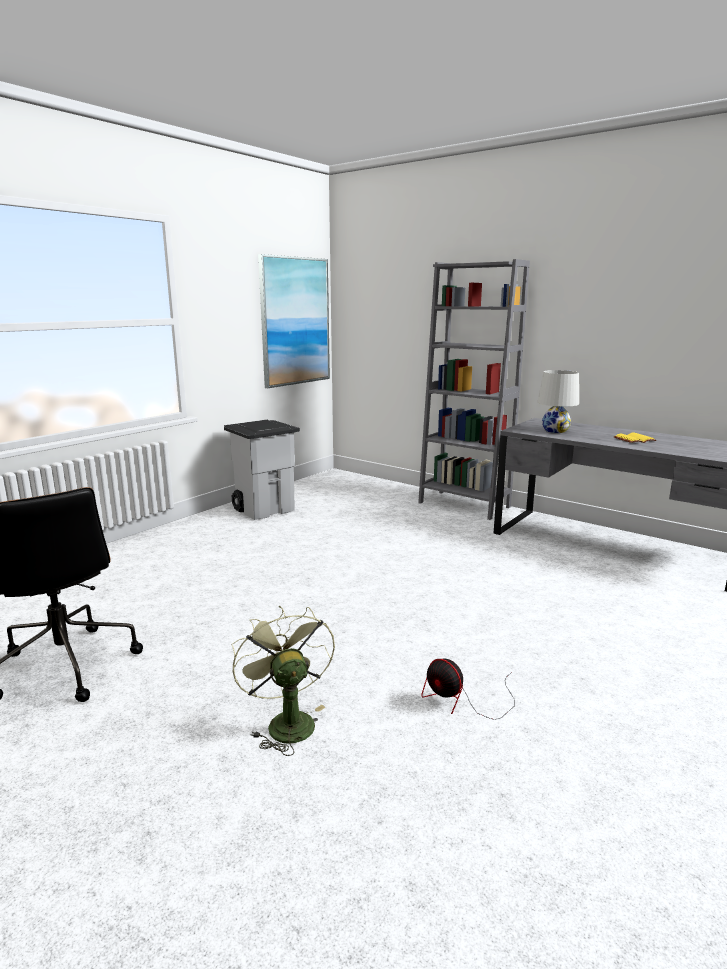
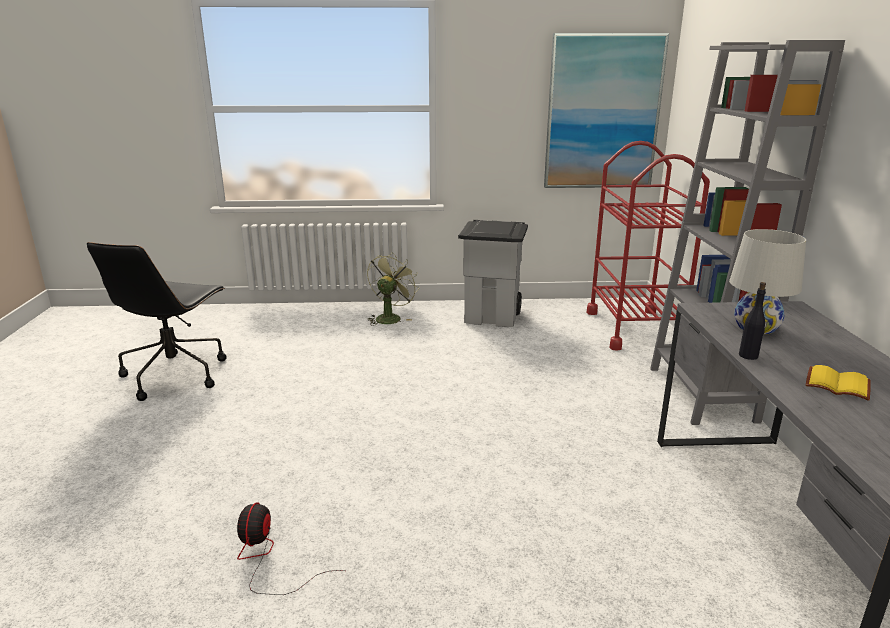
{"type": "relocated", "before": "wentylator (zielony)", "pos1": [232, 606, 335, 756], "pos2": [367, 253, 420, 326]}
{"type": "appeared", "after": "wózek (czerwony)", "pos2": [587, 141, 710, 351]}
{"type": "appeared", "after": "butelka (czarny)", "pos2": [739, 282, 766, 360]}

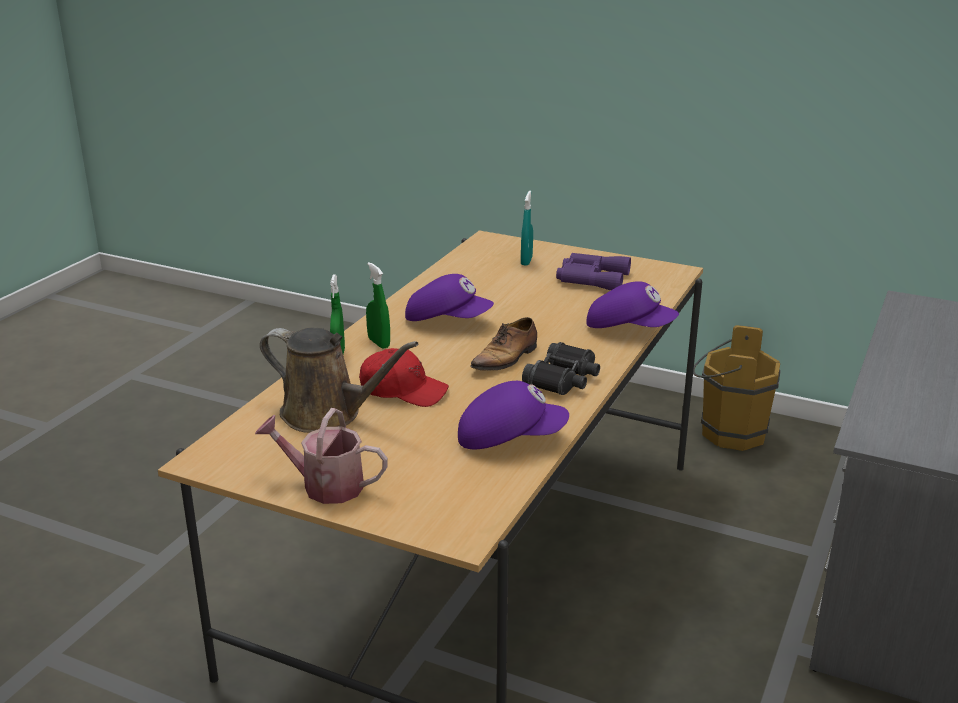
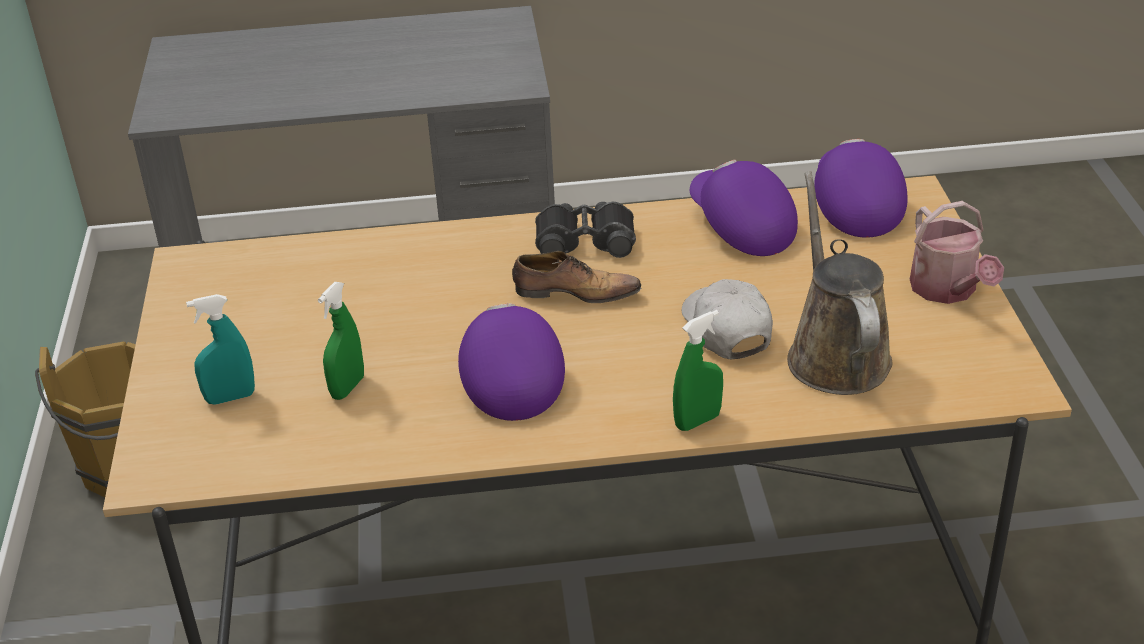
{"type": "colour", "before": "czapka z daszkiem (czerwony)", "after": "czapka z daszkiem (biały)", "pos1": [359, 348, 449, 407], "pos2": [682, 279, 773, 359]}
{"type": "relocated", "before": "spryskiwacz (zielony)", "pos1": [366, 262, 390, 349], "pos2": [318, 282, 364, 400]}
{"type": "missing", "before": "lornetka (fioletowy)", "pos1": [556, 253, 631, 290]}
{"type": "relocated", "before": "czapka z daszkiem (fioletowy)", "pos1": [586, 281, 679, 328], "pos2": [814, 139, 908, 238]}

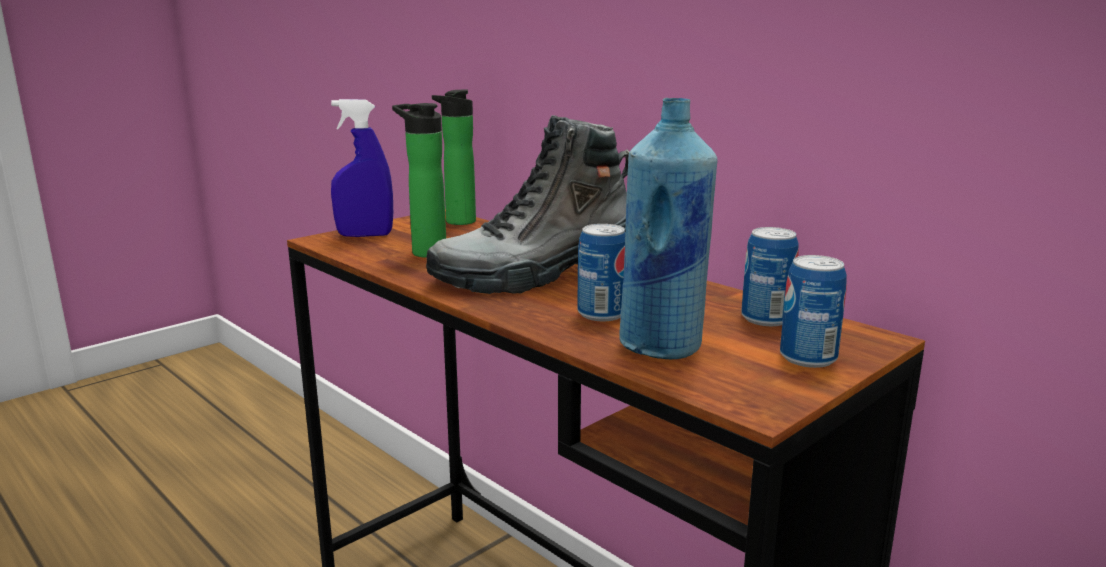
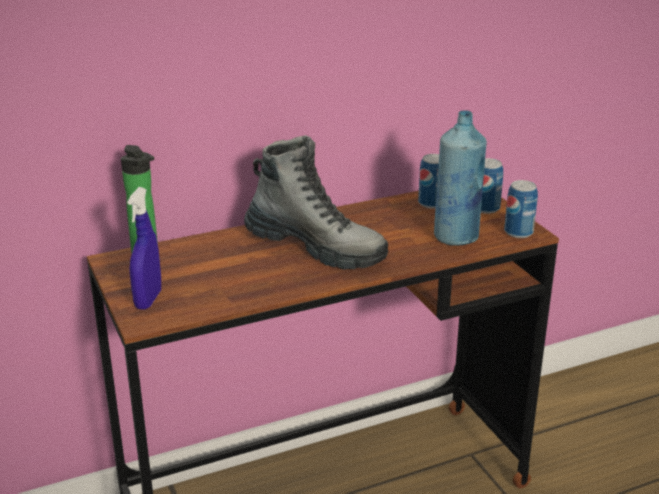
{"type": "missing", "before": "butelka", "pos1": [392, 103, 446, 258]}
{"type": "spun", "before": "but z cholewką", "pos1": [426, 115, 629, 294], "pos2": [244, 135, 389, 270], "turn": -60}
{"type": "relocated", "before": "puszka", "pos1": [577, 224, 625, 321], "pos2": [504, 180, 538, 238]}

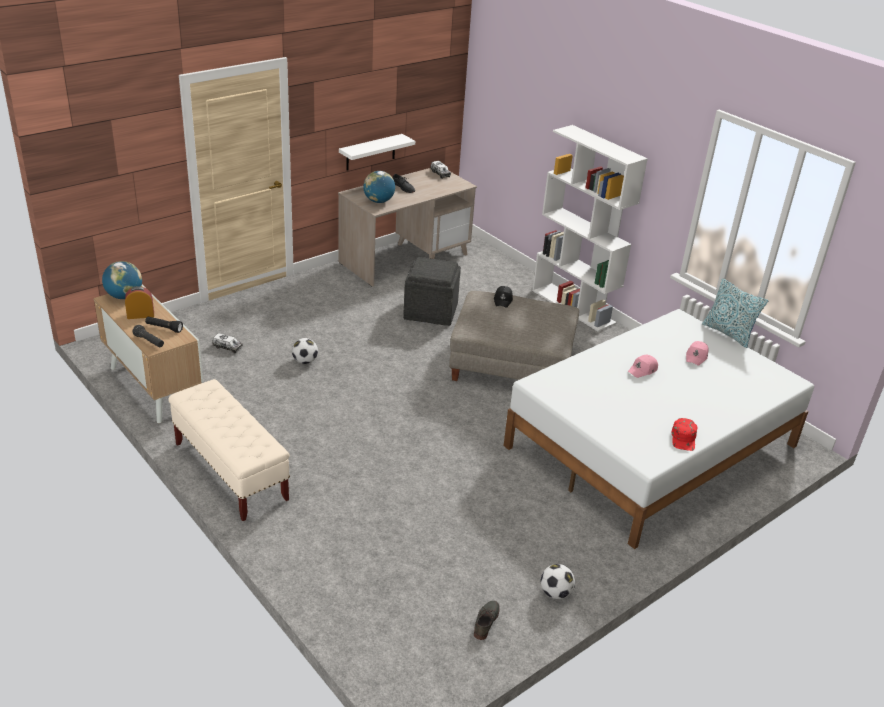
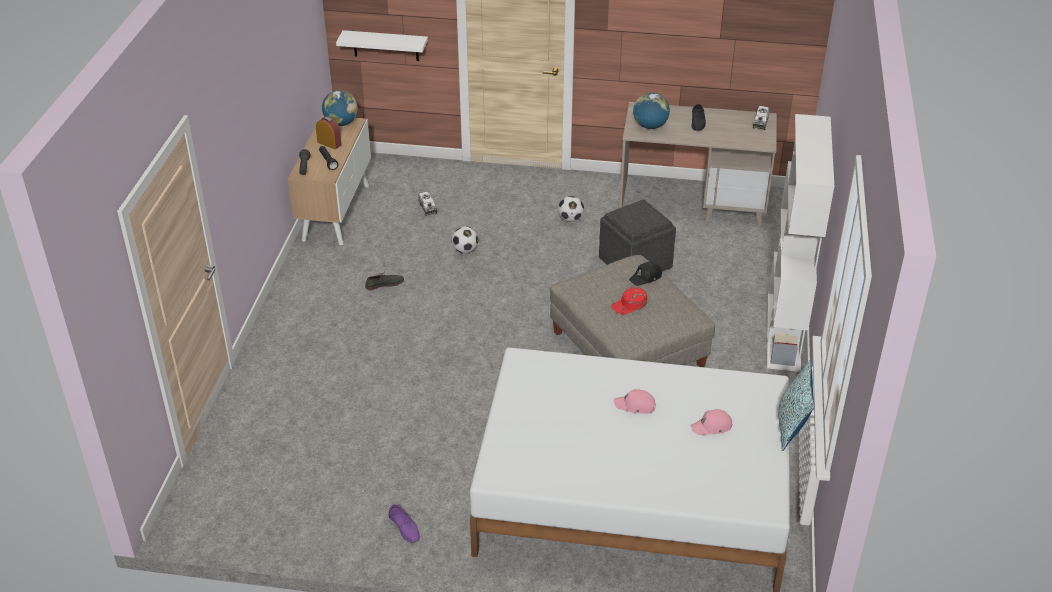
{"type": "missing", "before": "ławka (beżowy)", "pos1": [168, 379, 290, 521]}
{"type": "relocated", "before": "półka (biały)", "pos1": [339, 134, 415, 171], "pos2": [336, 30, 428, 61]}
{"type": "relocated", "before": "but (szary)", "pos1": [474, 601, 500, 640], "pos2": [365, 273, 404, 290]}
{"type": "relocated", "before": "piłka futbolowa", "pos1": [540, 564, 575, 599], "pos2": [558, 196, 584, 222]}
{"type": "relocated", "before": "czapka z daszkiem (czerwony)", "pos1": [672, 418, 697, 451], "pos2": [611, 287, 647, 315]}
{"type": "appeared", "after": "but (fioletowy)", "pos2": [388, 504, 420, 543]}

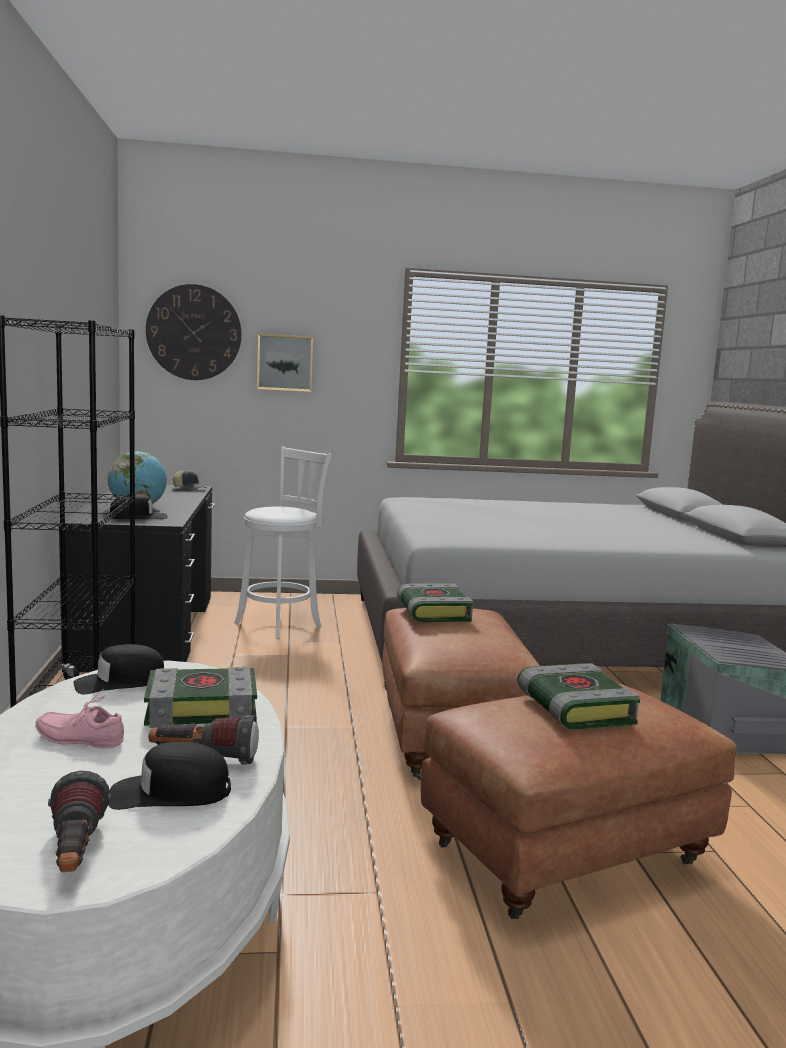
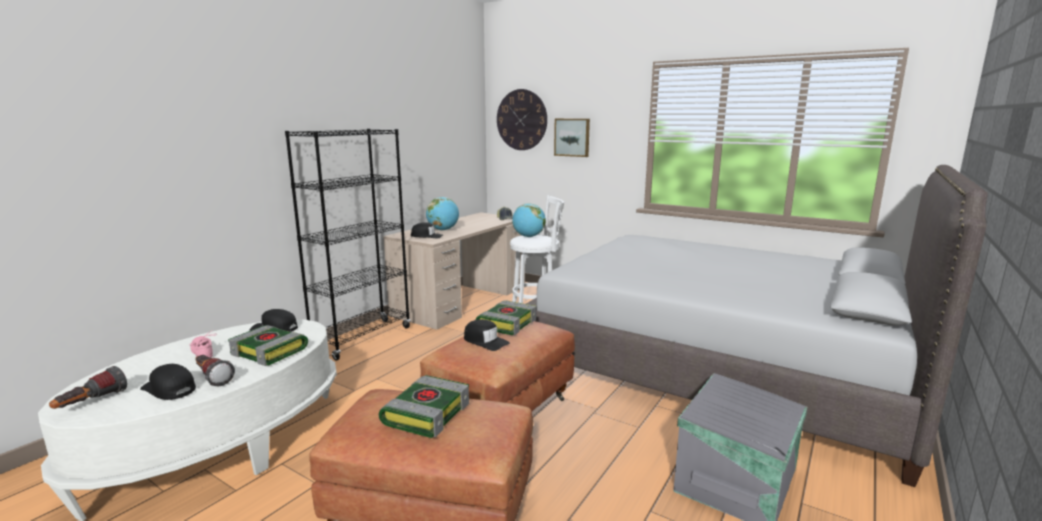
{"type": "colour", "before": "biurko (czarny)", "after": "biurko (beżowy)", "pos1": [59, 485, 215, 672], "pos2": [383, 212, 525, 330]}
{"type": "appeared", "after": "czapka z daszkiem (czarny)", "pos2": [464, 319, 510, 351]}
{"type": "appeared", "after": "globus", "pos2": [512, 203, 546, 237]}

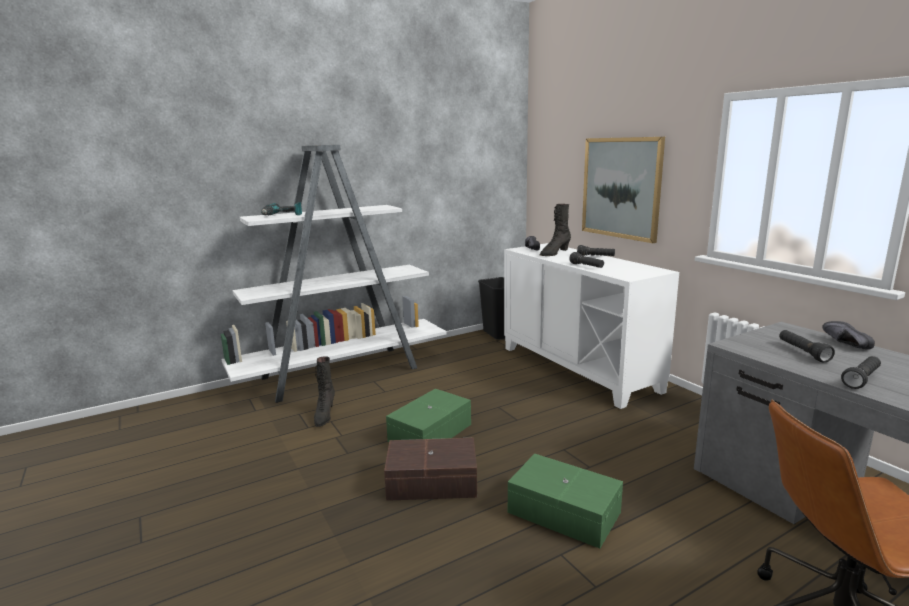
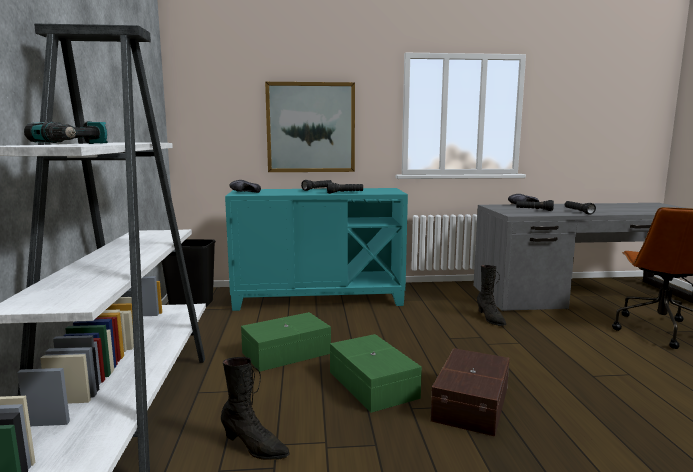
{"type": "colour", "before": "szafka (biały)", "after": "szafka (turkusowy)", "pos1": [504, 243, 679, 409], "pos2": [225, 188, 408, 311]}
{"type": "relocated", "before": "pojemnik do przechowywania (zielony)", "pos1": [508, 453, 623, 549], "pos2": [241, 312, 331, 372]}
{"type": "relocated", "before": "but z cholewką (czarny)", "pos1": [540, 204, 571, 256], "pos2": [477, 265, 506, 326]}

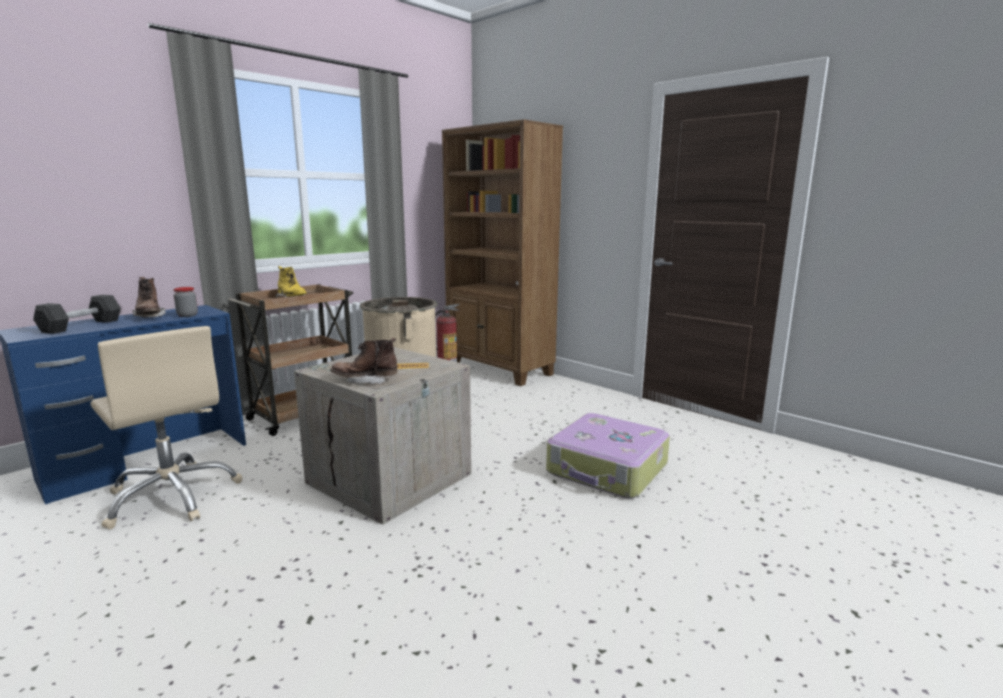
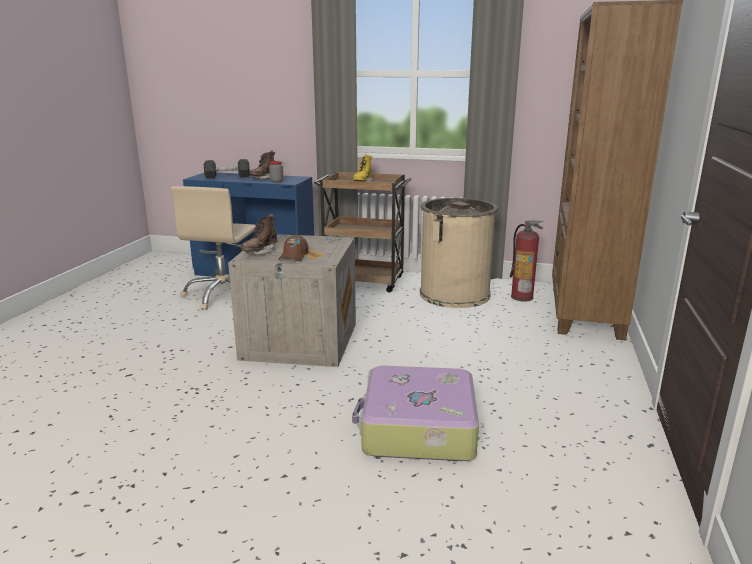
{"type": "spun", "before": "but z cholewką (brązowy)", "pos1": [330, 338, 398, 384], "pos2": [240, 214, 277, 255], "turn": -120}
{"type": "appeared", "after": "czapka z daszkiem (brązowy)", "pos2": [278, 234, 308, 261]}

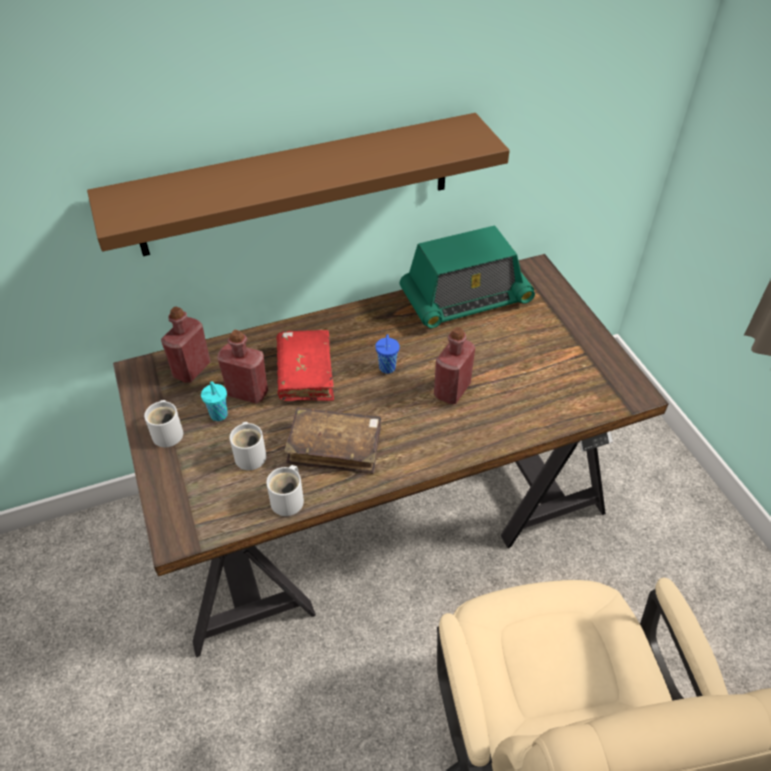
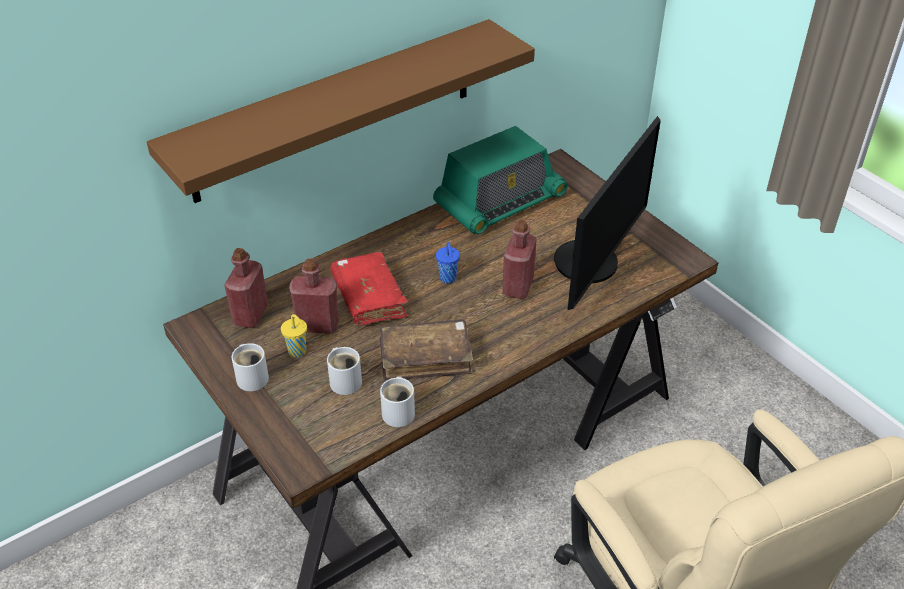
{"type": "colour", "before": "filiżanka (turkusowy)", "after": "filiżanka (żółty)", "pos1": [201, 381, 228, 421], "pos2": [281, 314, 307, 357]}
{"type": "appeared", "after": "monitor", "pos2": [554, 116, 661, 310]}

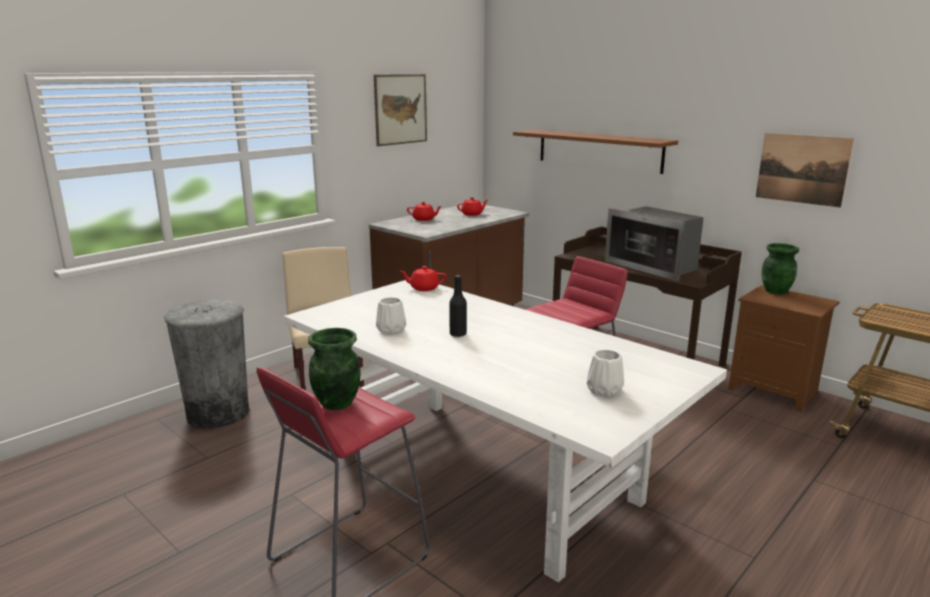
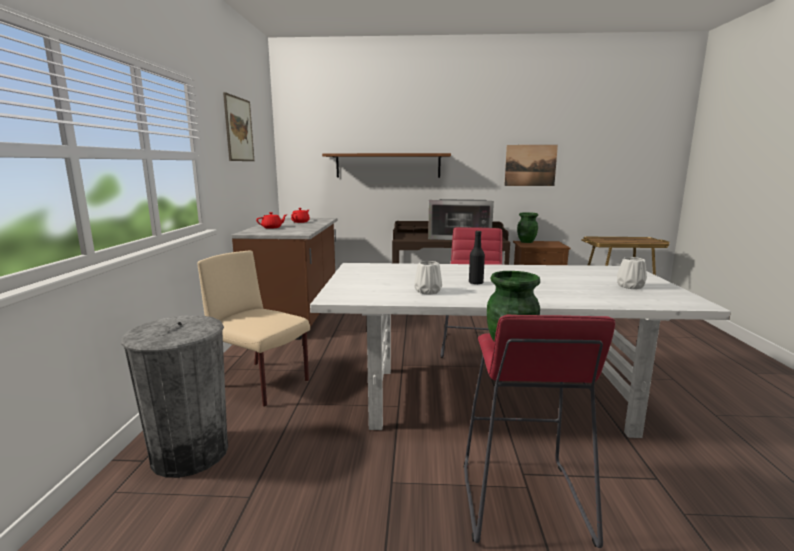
{"type": "missing", "before": "imbryk (czerwony)", "pos1": [400, 266, 447, 291]}

